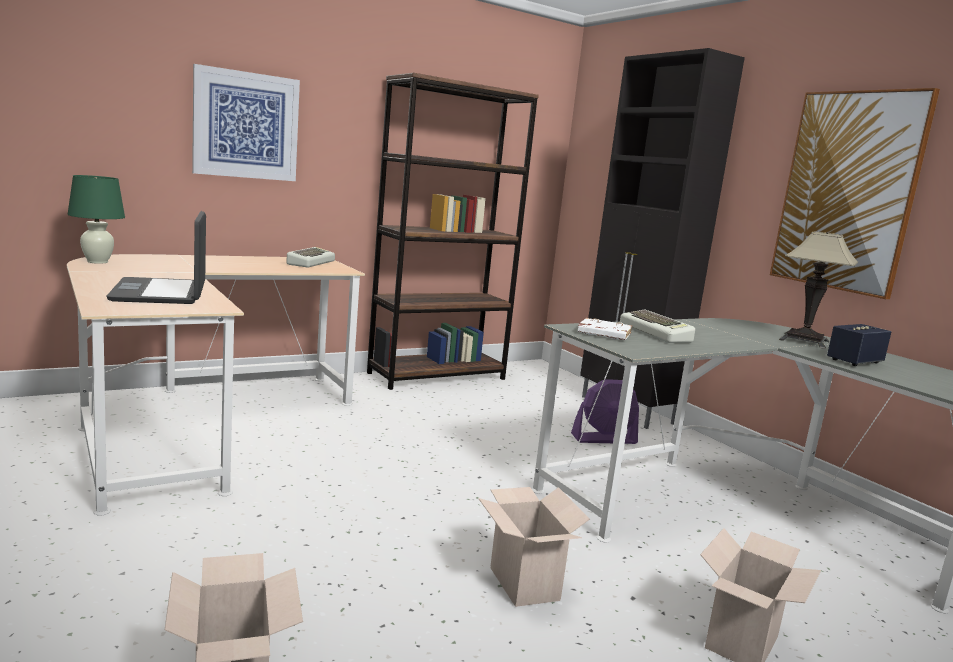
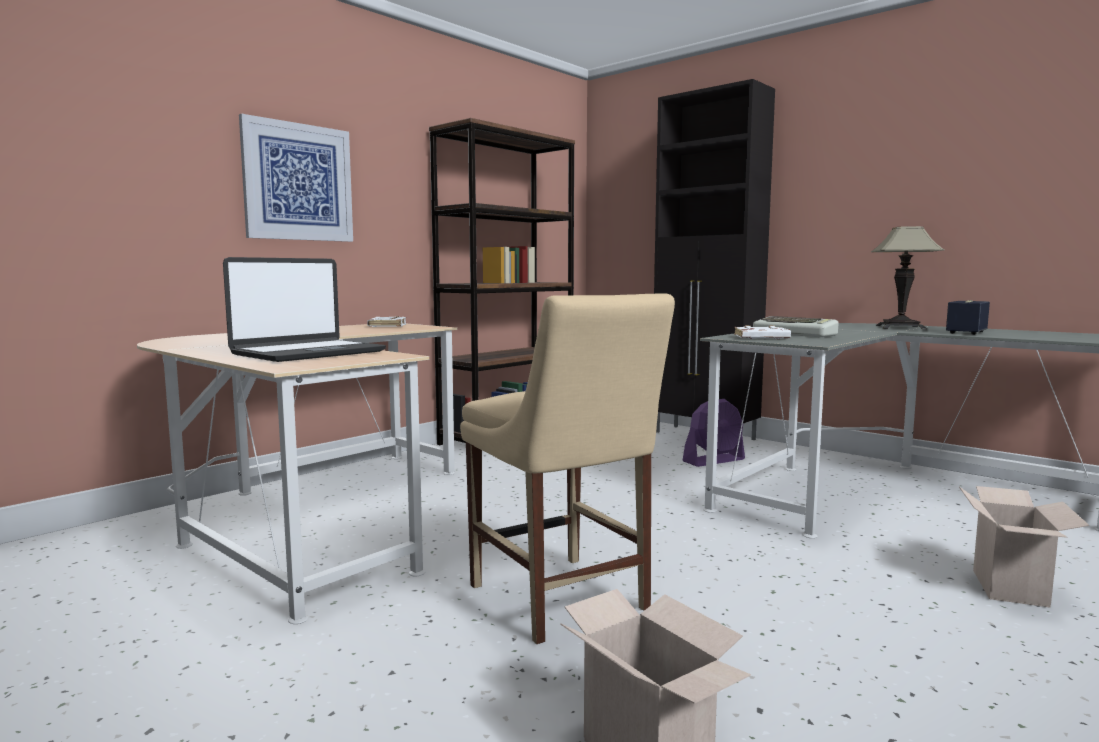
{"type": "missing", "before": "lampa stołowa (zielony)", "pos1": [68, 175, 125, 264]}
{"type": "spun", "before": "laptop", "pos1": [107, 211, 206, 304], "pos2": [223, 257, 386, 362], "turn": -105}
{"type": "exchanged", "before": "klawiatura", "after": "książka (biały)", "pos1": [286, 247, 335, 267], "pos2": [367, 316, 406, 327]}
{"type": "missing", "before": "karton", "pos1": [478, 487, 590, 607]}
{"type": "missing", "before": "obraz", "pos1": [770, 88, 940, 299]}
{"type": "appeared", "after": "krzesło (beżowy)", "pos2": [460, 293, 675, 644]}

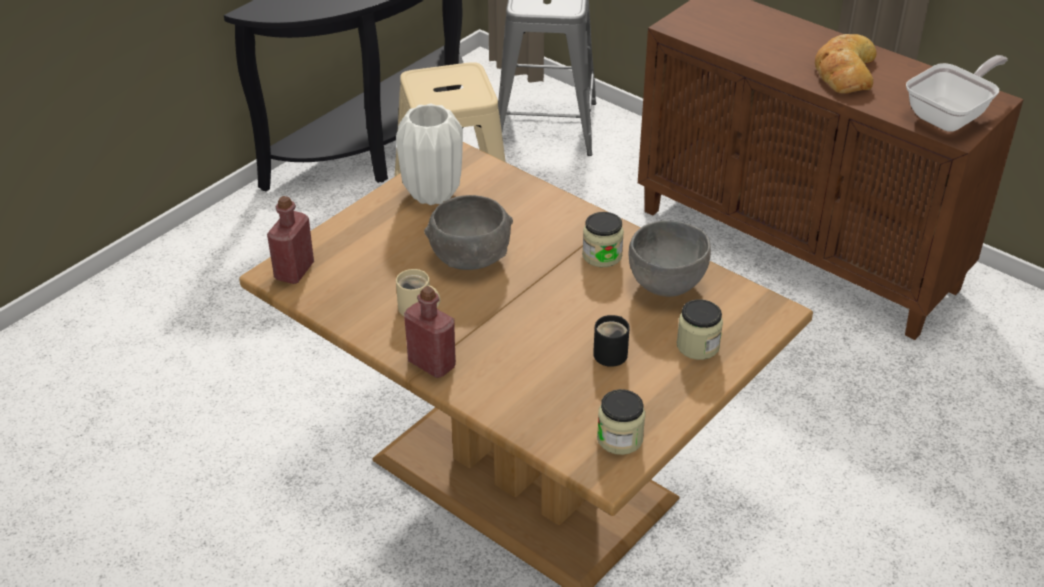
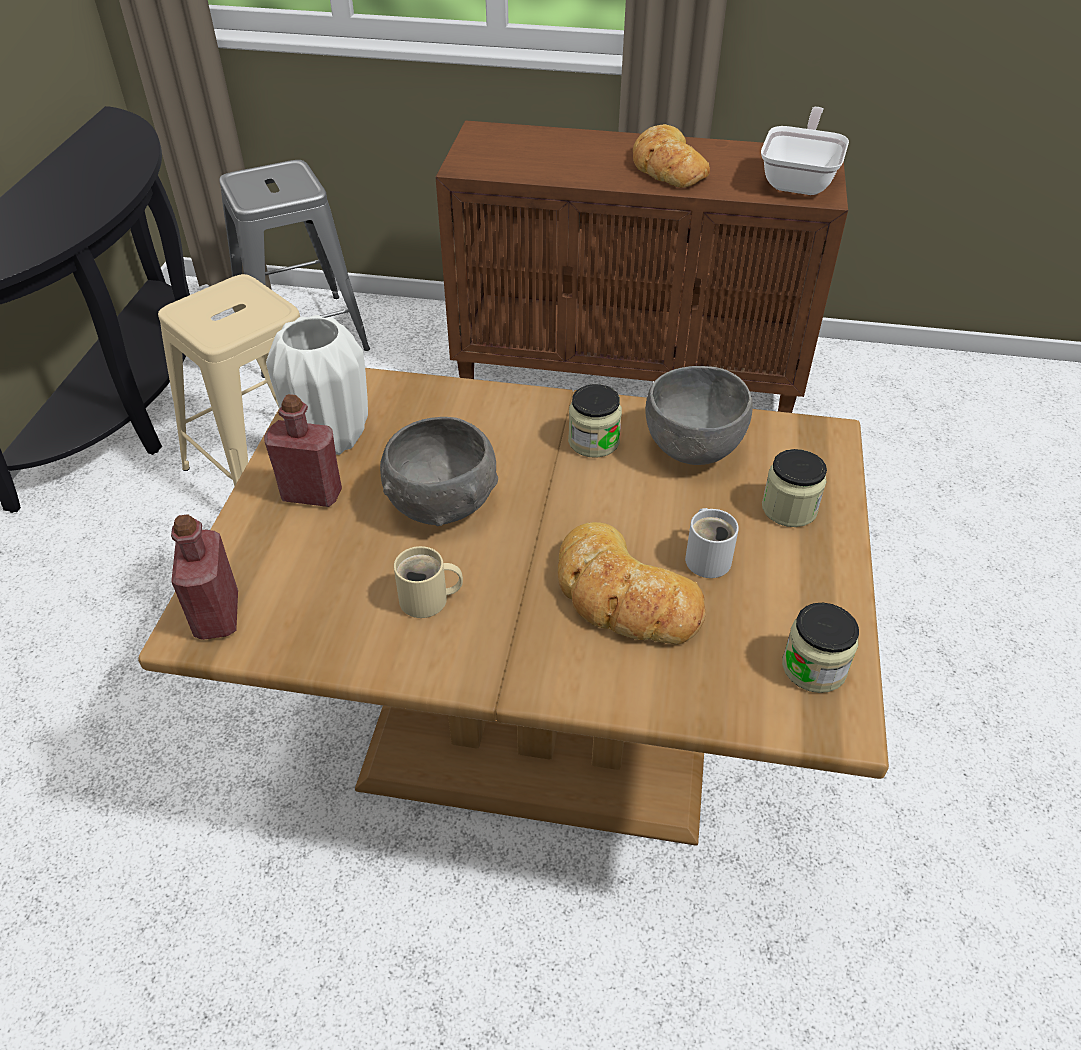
{"type": "relocated", "before": "butelka (czerwony)", "pos1": [404, 286, 456, 378], "pos2": [264, 394, 342, 507]}
{"type": "colour", "before": "kubek (czarny)", "after": "kubek (biały)", "pos1": [593, 315, 630, 367], "pos2": [685, 508, 739, 578]}
{"type": "appeared", "after": "chleb", "pos2": [558, 522, 706, 644]}

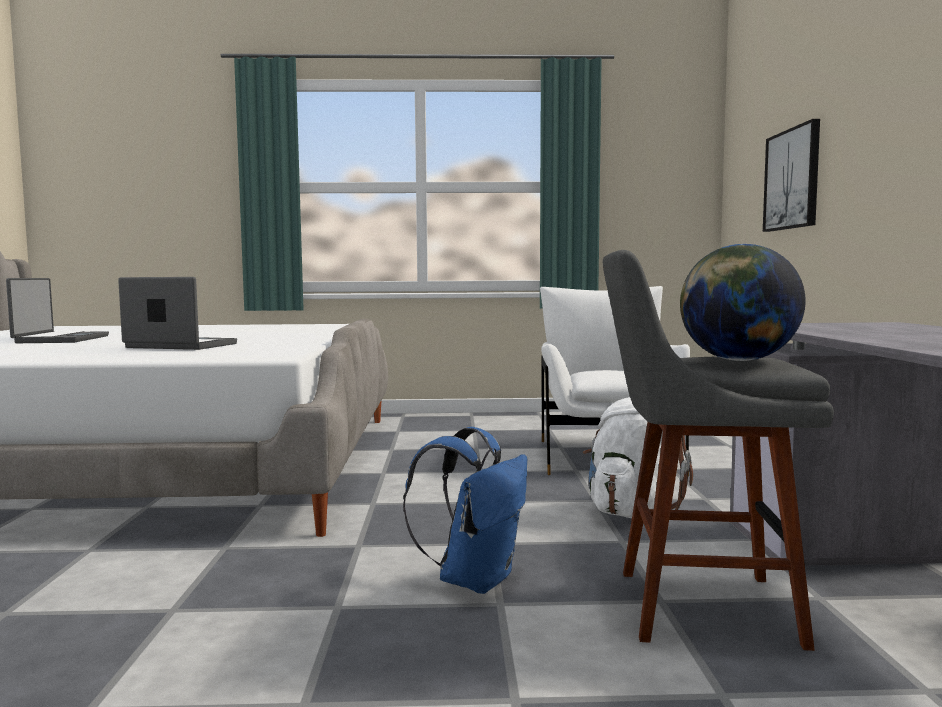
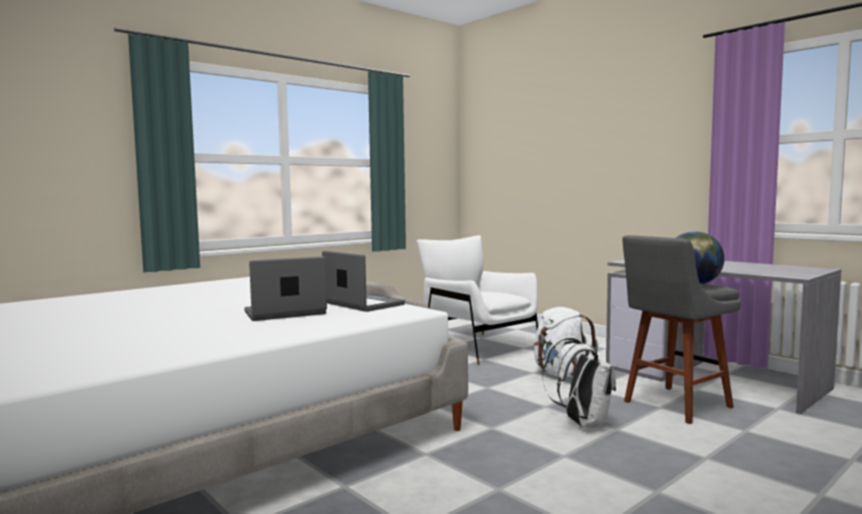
{"type": "relocated", "before": "laptop", "pos1": [6, 278, 109, 343], "pos2": [322, 251, 405, 312]}
{"type": "colour", "before": "plecak (niebieski)", "after": "plecak (biały)", "pos1": [403, 427, 527, 594], "pos2": [542, 337, 616, 428]}
{"type": "missing", "before": "obraz", "pos1": [763, 119, 820, 232]}

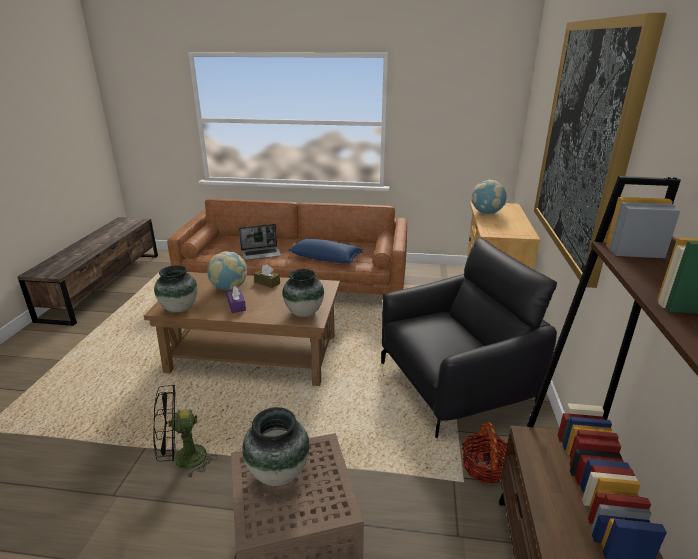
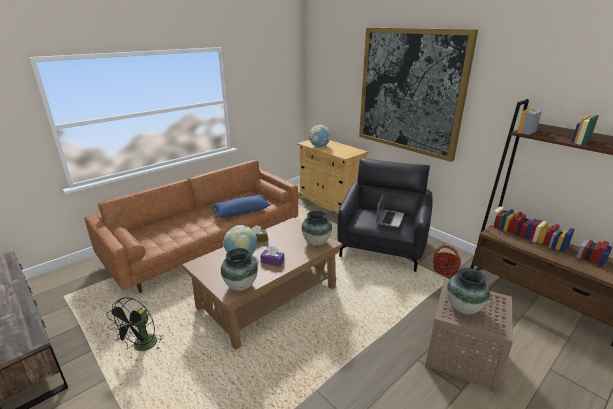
{"type": "relocated", "before": "wentylator (czarny)", "pos1": [153, 385, 217, 479], "pos2": [106, 297, 163, 351]}
{"type": "relocated", "before": "laptop", "pos1": [239, 224, 282, 260], "pos2": [376, 191, 404, 228]}

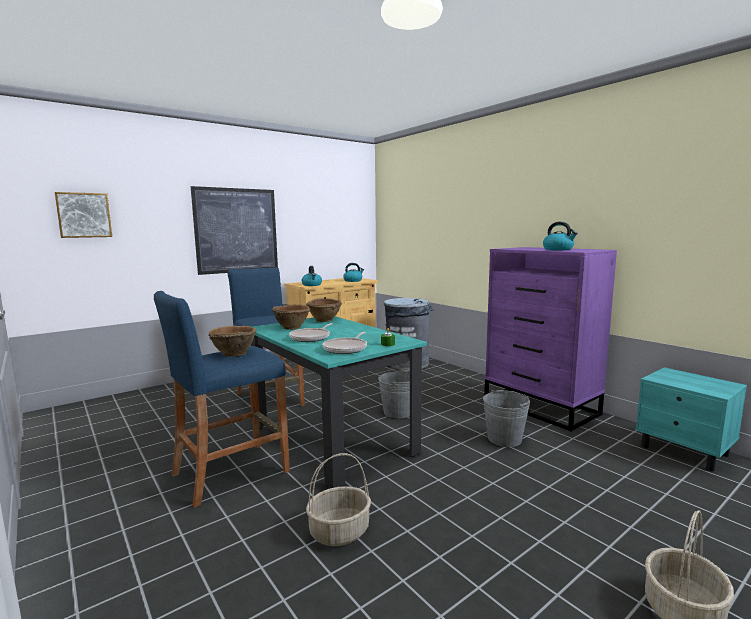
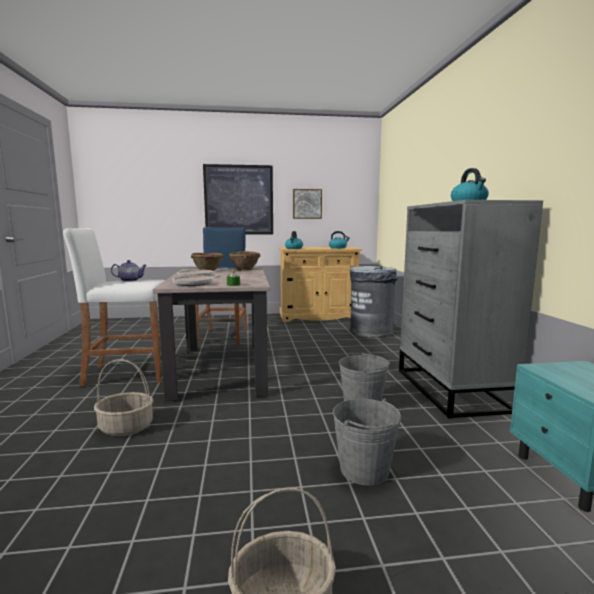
{"type": "relocated", "before": "obraz", "pos1": [55, 192, 112, 238], "pos2": [293, 189, 322, 219]}
{"type": "colour", "before": "stołek (niebieski)", "after": "stołek (biały)", "pos1": [154, 291, 290, 508], "pos2": [63, 228, 165, 387]}
{"type": "exchanged", "before": "miska (brązowy)", "after": "imbryk", "pos1": [208, 326, 257, 357], "pos2": [111, 260, 147, 282]}
{"type": "colour", "before": "stół jadalny (turkusowy)", "after": "stół jadalny (beżowy)", "pos1": [251, 316, 427, 488], "pos2": [153, 268, 270, 402]}
{"type": "relocated", "before": "wiadro (szary)", "pos1": [378, 370, 410, 418], "pos2": [333, 399, 401, 485]}
{"type": "colour", "before": "komoda (fioletowy)", "after": "komoda (szary)", "pos1": [484, 247, 617, 432], "pos2": [399, 200, 543, 419]}

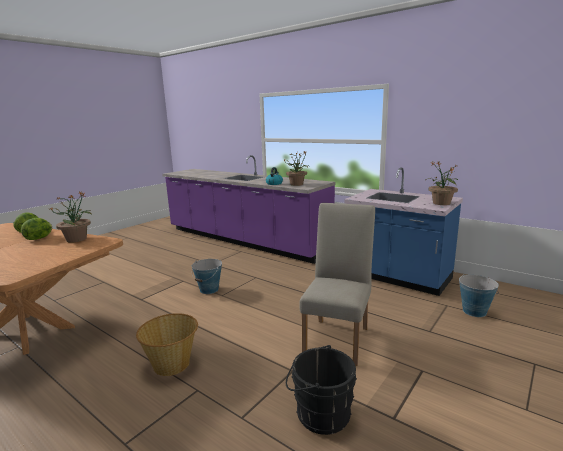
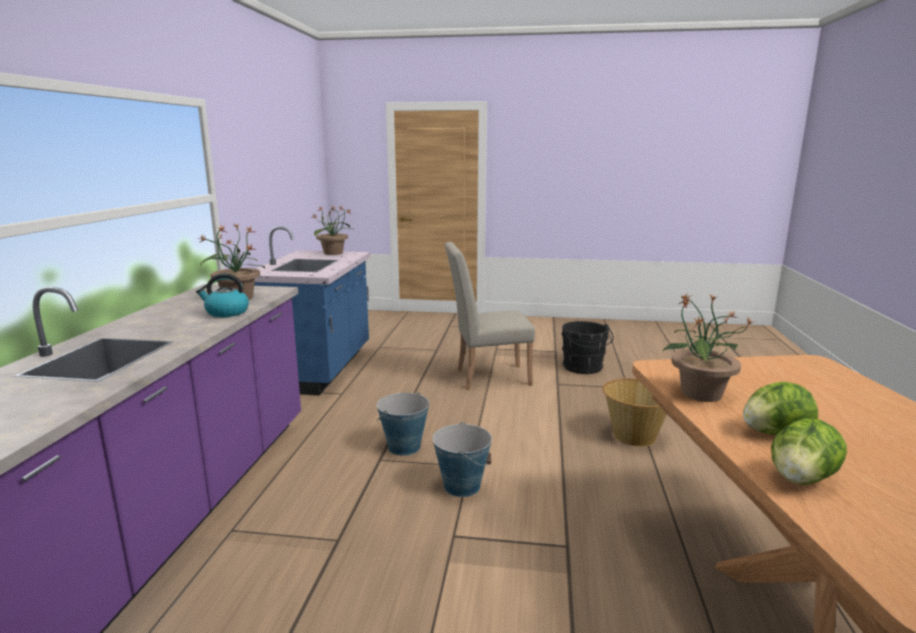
{"type": "relocated", "before": "wiadro", "pos1": [459, 274, 499, 317], "pos2": [377, 392, 429, 456]}

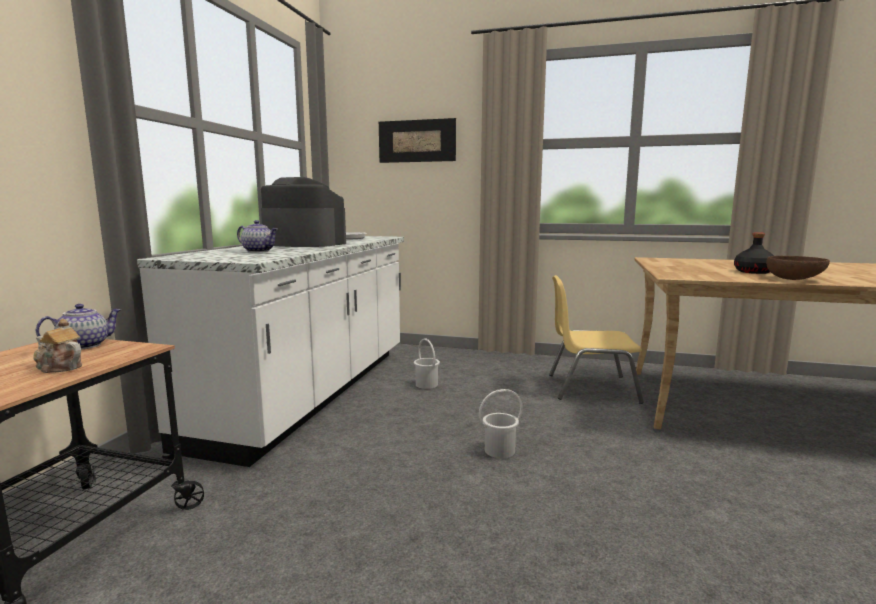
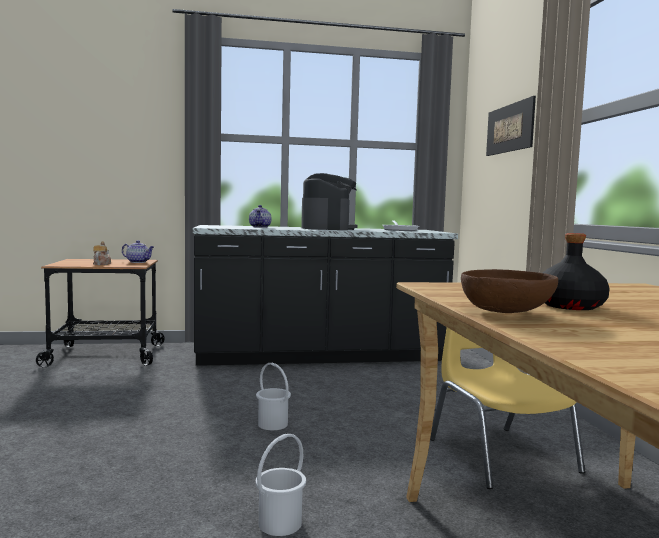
{"type": "colour", "before": "zabudowa kuchenna (biały)", "after": "zabudowa kuchenna (czarny)", "pos1": [137, 236, 404, 467], "pos2": [193, 225, 458, 366]}
{"type": "relocated", "before": "wiadro (biały)", "pos1": [414, 338, 440, 389], "pos2": [256, 434, 306, 536]}

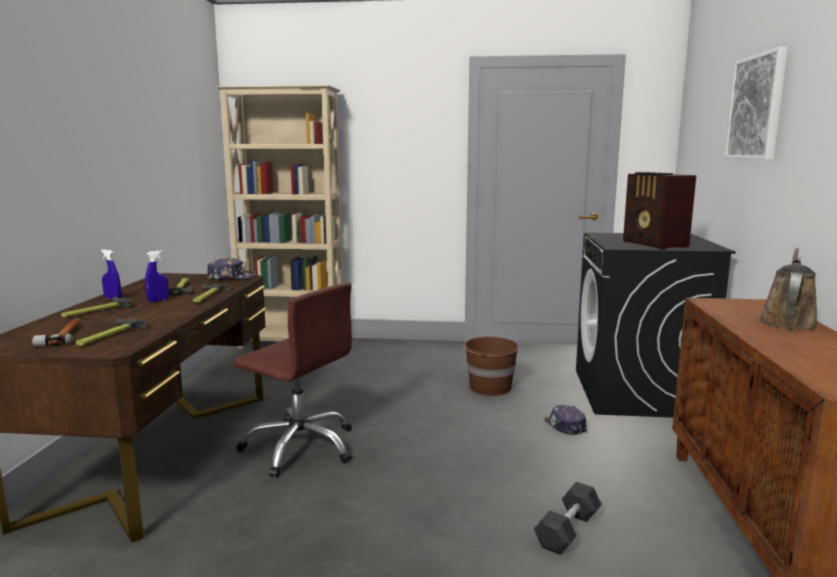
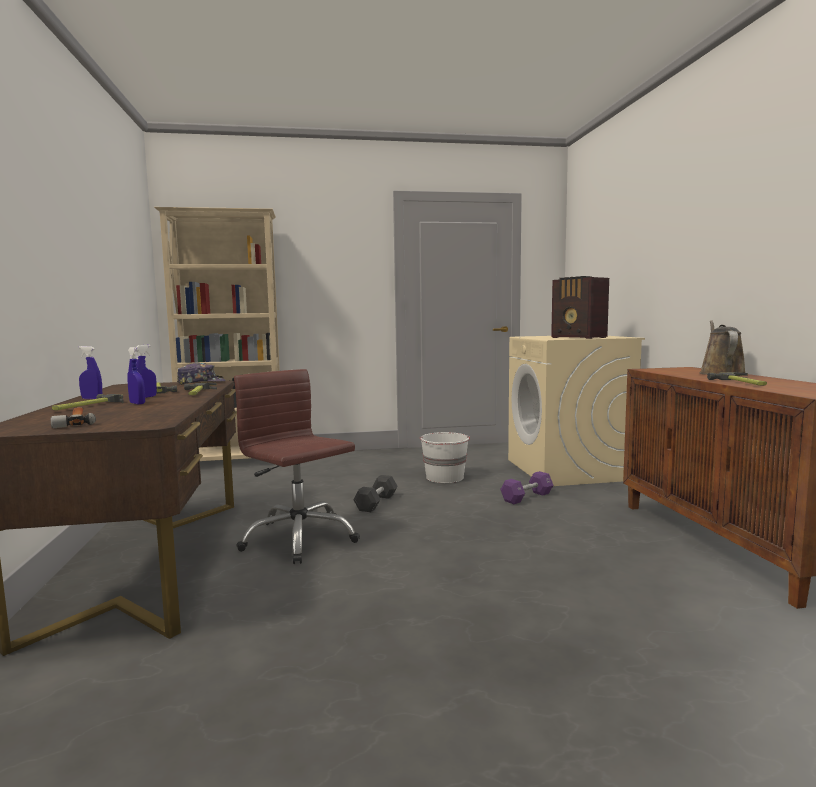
{"type": "relocated", "before": "młotek", "pos1": [75, 318, 147, 346], "pos2": [707, 372, 767, 386]}
{"type": "spun", "before": "krzesło biurowe (brązowy)", "pos1": [233, 282, 352, 477], "pos2": [234, 369, 360, 564], "turn": -150}
{"type": "colour", "before": "wiadro (brązowy)", "after": "wiadro (biały)", "pos1": [463, 337, 519, 396], "pos2": [420, 432, 470, 483]}
{"type": "relocated", "before": "hantel (czarny)", "pos1": [534, 482, 602, 555], "pos2": [353, 475, 398, 512]}
{"type": "exchanged", "before": "czapka z daszkiem", "after": "hantel (fioletowy)", "pos1": [544, 405, 587, 435], "pos2": [500, 471, 553, 504]}
{"type": "colour", "before": "pralka (czarny)", "after": "pralka (beżowy)", "pos1": [576, 233, 736, 418], "pos2": [508, 336, 645, 486]}
{"type": "missing", "before": "obraz", "pos1": [724, 47, 788, 160]}
{"type": "appeared", "after": "spryskiwacz (niebieski)", "pos2": [128, 347, 145, 405]}

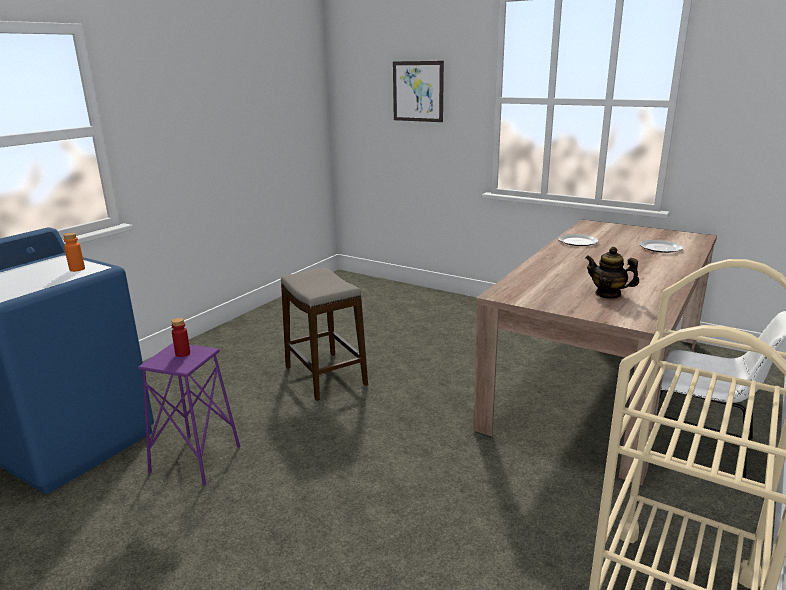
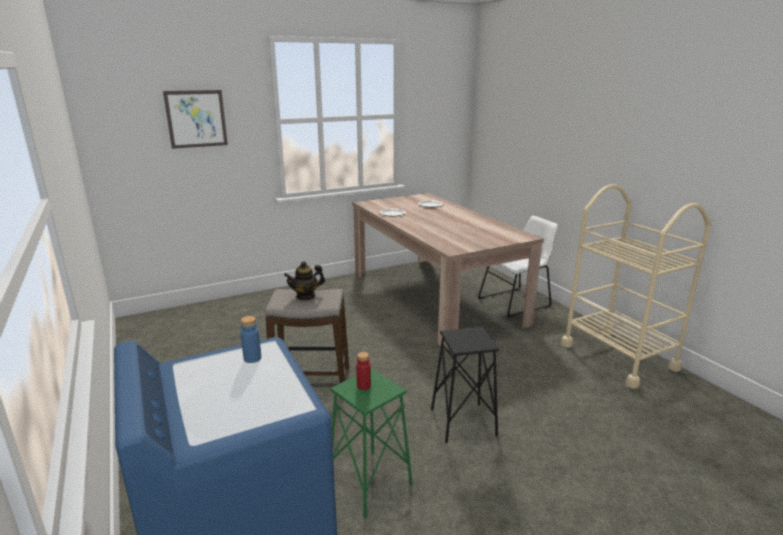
{"type": "colour", "before": "butelka (pomarańczowy)", "after": "butelka (niebieski)", "pos1": [63, 233, 85, 272], "pos2": [240, 316, 261, 363]}
{"type": "colour", "before": "stołek (fioletowy)", "after": "stołek (zielony)", "pos1": [138, 343, 240, 486], "pos2": [330, 368, 413, 518]}
{"type": "relocated", "before": "imbryk", "pos1": [585, 247, 639, 299], "pos2": [284, 261, 325, 300]}
{"type": "appeared", "after": "stołek (czarny)", "pos2": [431, 327, 499, 443]}

